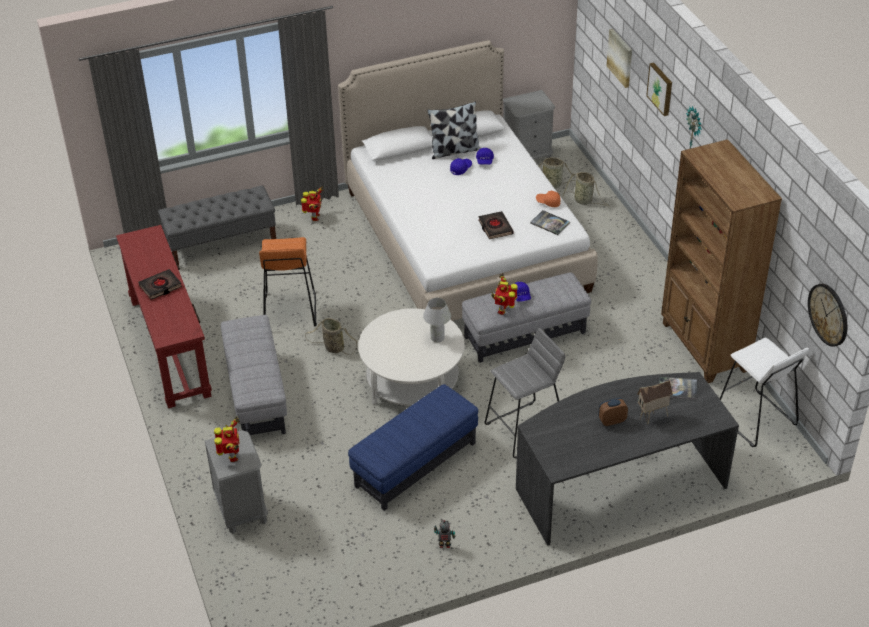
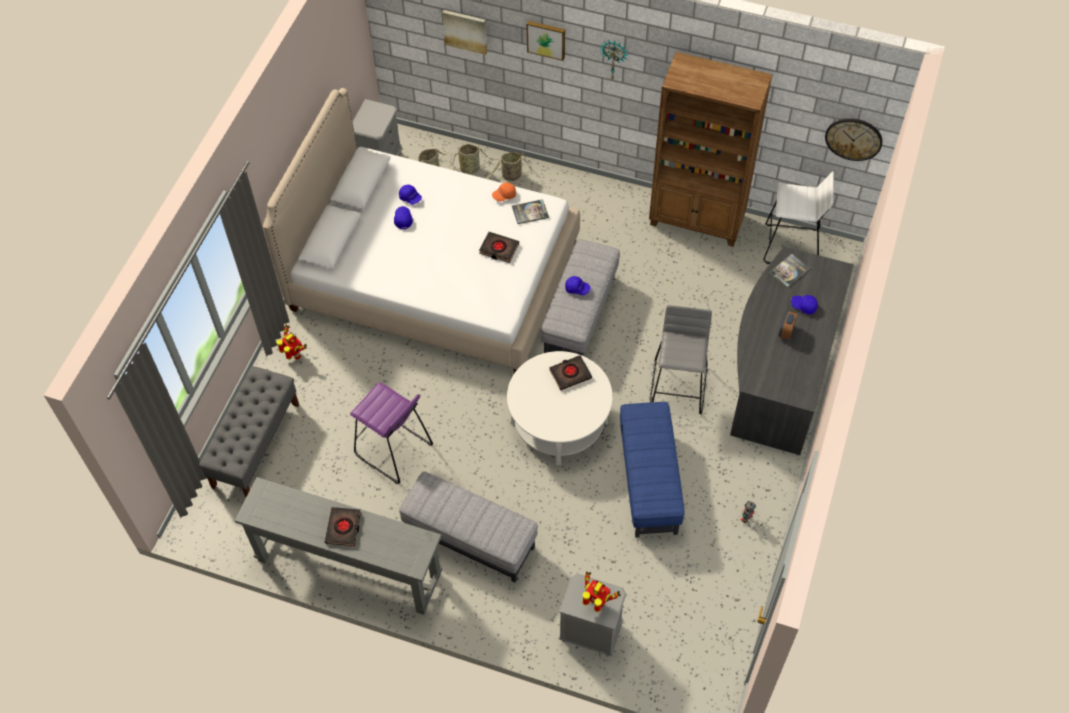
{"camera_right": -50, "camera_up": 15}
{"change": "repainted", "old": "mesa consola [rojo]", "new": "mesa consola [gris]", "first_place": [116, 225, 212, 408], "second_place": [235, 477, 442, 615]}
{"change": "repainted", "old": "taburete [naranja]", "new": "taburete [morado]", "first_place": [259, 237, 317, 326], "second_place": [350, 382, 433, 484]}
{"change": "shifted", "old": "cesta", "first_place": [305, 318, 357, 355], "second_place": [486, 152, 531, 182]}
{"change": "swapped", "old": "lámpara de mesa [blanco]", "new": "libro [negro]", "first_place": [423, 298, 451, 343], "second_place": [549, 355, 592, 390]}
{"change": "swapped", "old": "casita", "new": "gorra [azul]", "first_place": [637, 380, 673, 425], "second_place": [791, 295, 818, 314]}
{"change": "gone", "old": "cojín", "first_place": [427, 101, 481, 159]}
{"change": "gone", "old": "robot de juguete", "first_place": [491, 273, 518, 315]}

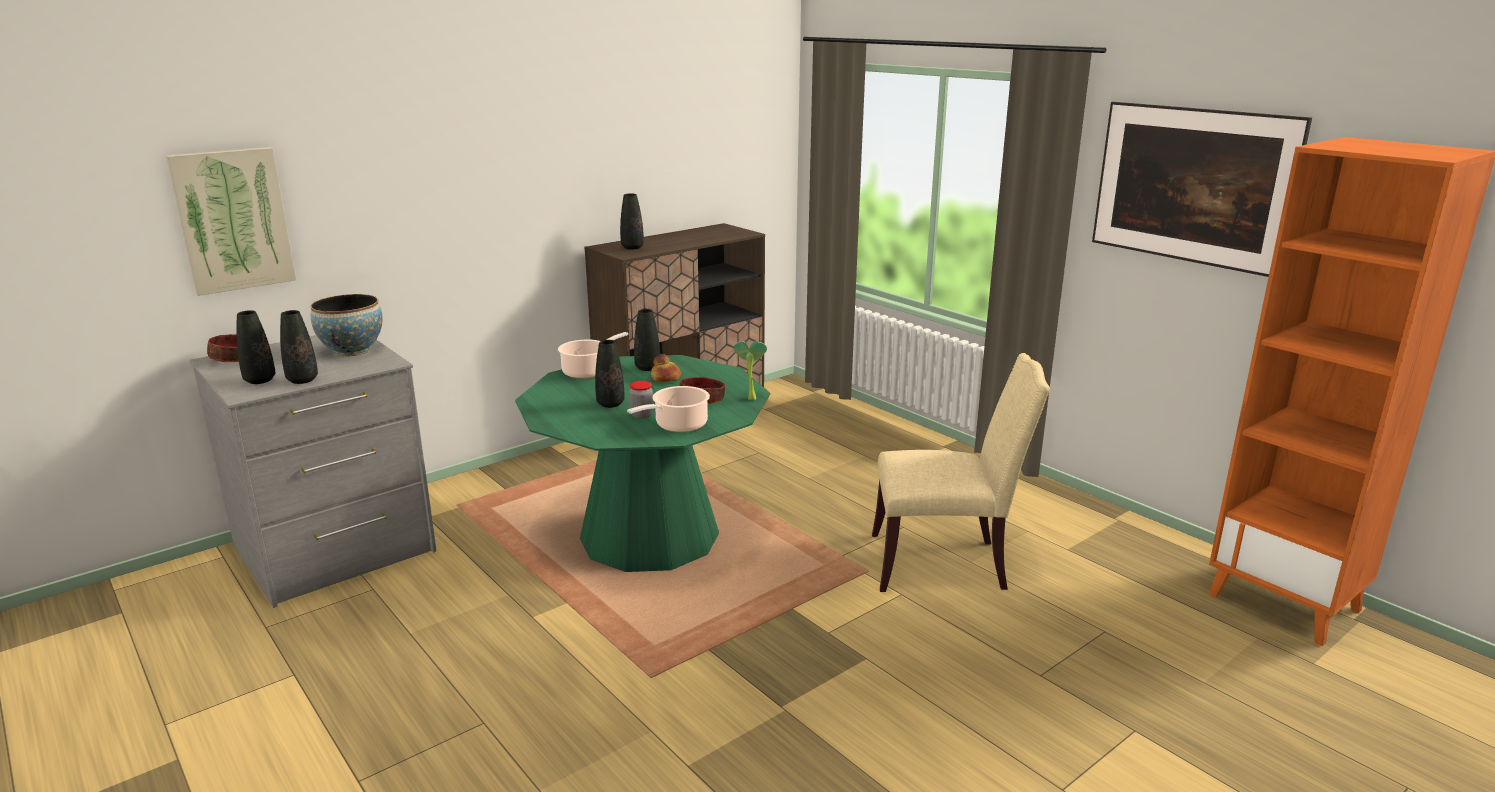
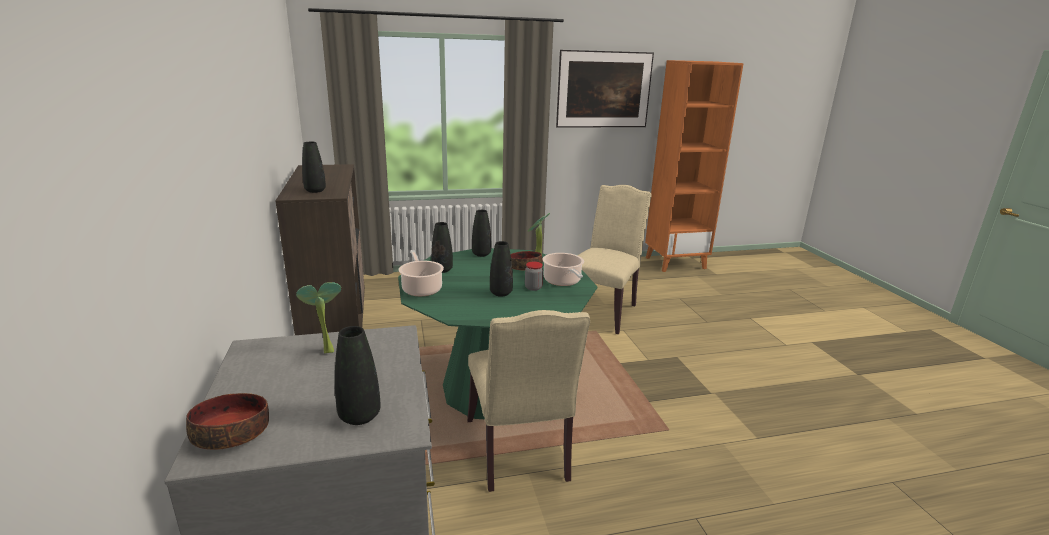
{"camera_right": -65, "camera_up": 0}
{"change": "swapped", "old": "cuenco", "new": "planta en maceta", "first_place": [310, 294, 382, 357], "second_place": [296, 283, 341, 354]}
{"change": "new", "new": "silla [beis]", "second_place": [467, 310, 590, 492]}
{"change": "shifted", "old": "florero [negro]", "first_place": [280, 310, 318, 384], "second_place": [472, 210, 491, 257]}
{"change": "gone", "old": "cuadro", "first_place": [166, 147, 296, 296]}
{"change": "gone", "old": "pan", "first_place": [651, 354, 681, 382]}

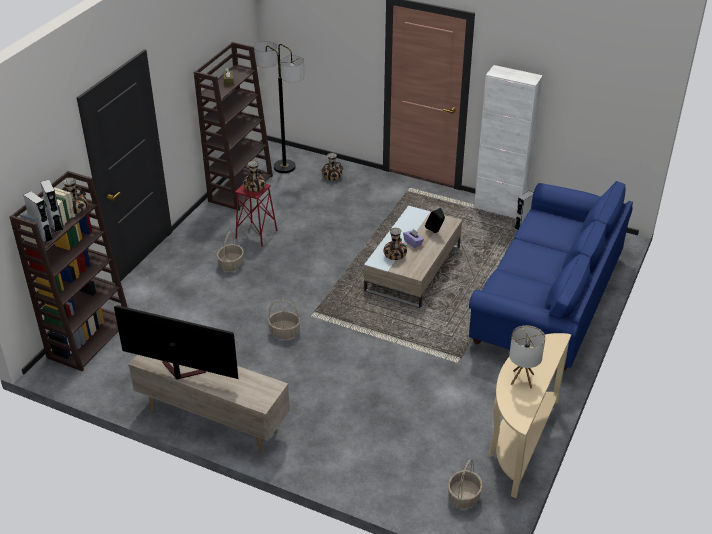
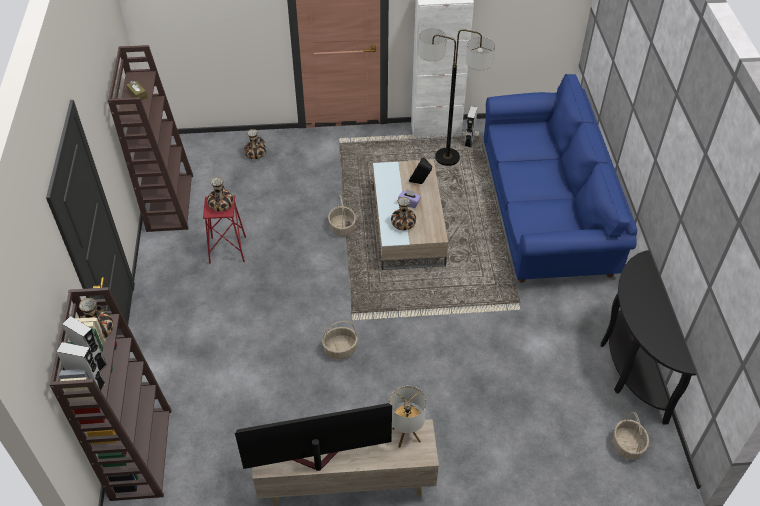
{"camera_right": -30, "camera_up": 10}
{"change": "shifted", "old": "cesta", "first_place": [217, 231, 244, 271], "second_place": [328, 195, 356, 237]}
{"change": "shifted", "old": "lámpara de mesa", "first_place": [509, 325, 545, 389], "second_place": [390, 386, 426, 448]}
{"change": "shifted", "old": "lámpara de pie", "first_place": [254, 41, 305, 173], "second_place": [418, 28, 495, 166]}
{"change": "repainted", "old": "mesa consola [beis]", "new": "mesa consola [negro]", "first_place": [489, 333, 571, 498], "second_place": [601, 250, 697, 425]}

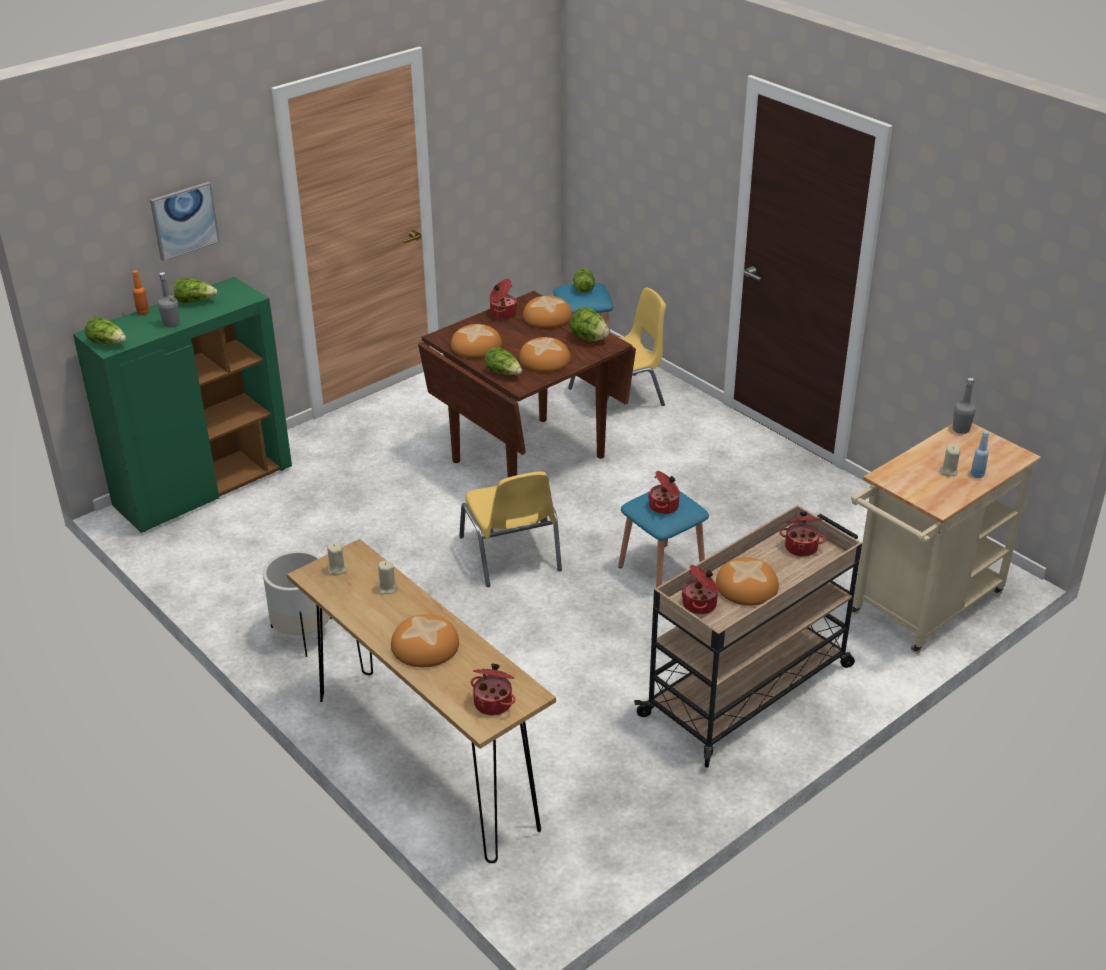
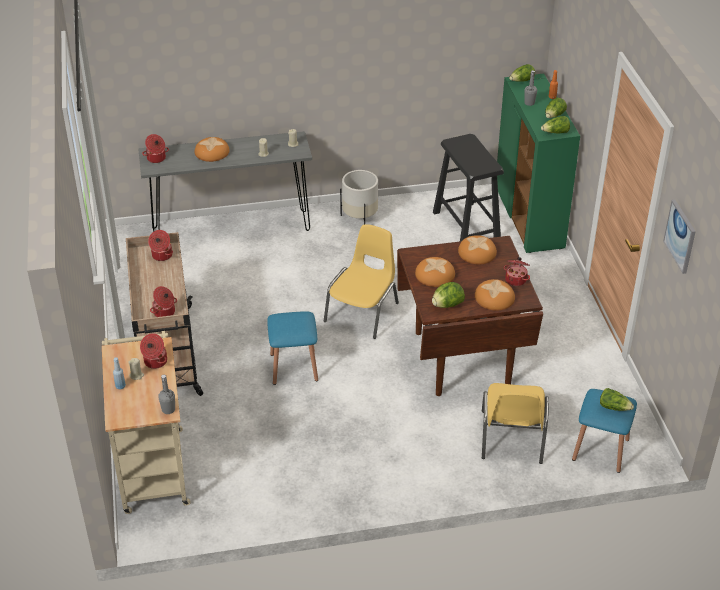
{"camera_right": 120, "camera_up": 5}
{"change": "repainted", "old": "mesa consola [marrón]", "new": "mesa consola [gris]", "first_place": [287, 539, 556, 863], "second_place": [138, 131, 312, 232]}
{"change": "shifted", "old": "olla", "first_place": [648, 471, 680, 514], "second_place": [140, 333, 167, 369]}
{"change": "rotated", "old": "silla [amarillo]", "first_place": [459, 472, 562, 587], "second_place": [324, 224, 399, 339], "degrees": 105}
{"change": "new", "new": "taburete [negro]", "second_place": [433, 134, 504, 241]}
{"change": "shifted", "old": "lechuga", "first_place": [485, 347, 522, 375], "second_place": [541, 116, 570, 133]}
{"change": "shifted", "old": "cuadro", "first_place": [150, 182, 220, 261], "second_place": [663, 200, 696, 274]}
{"change": "gone", "old": "pan", "first_place": [716, 558, 779, 606]}

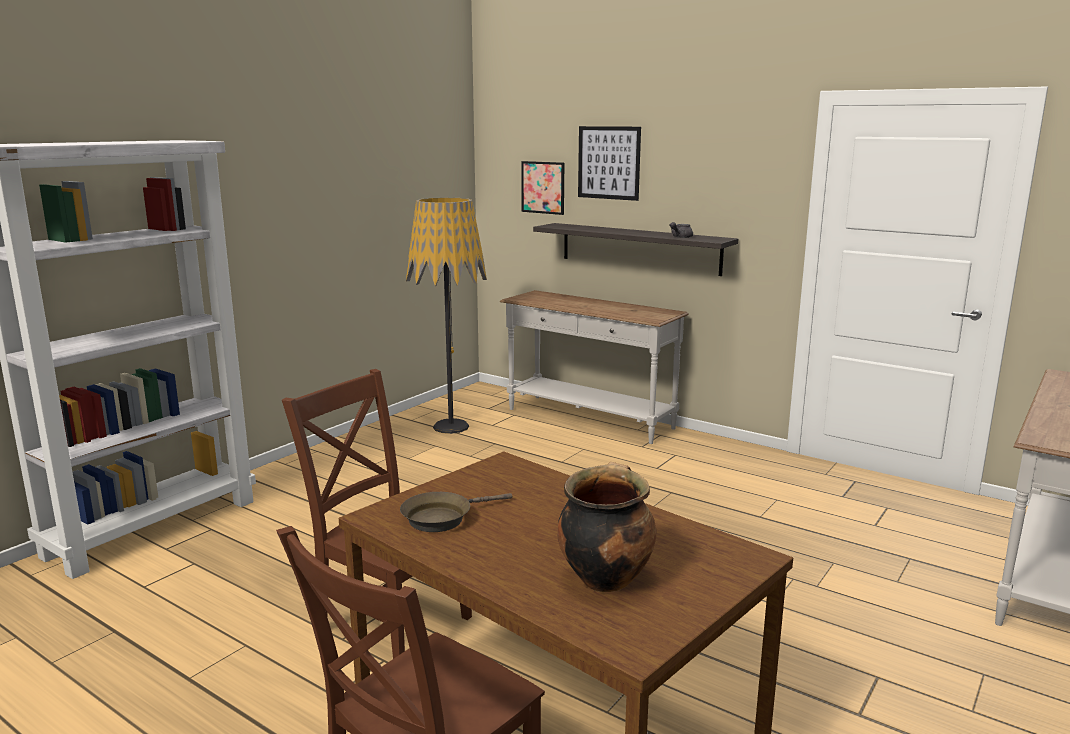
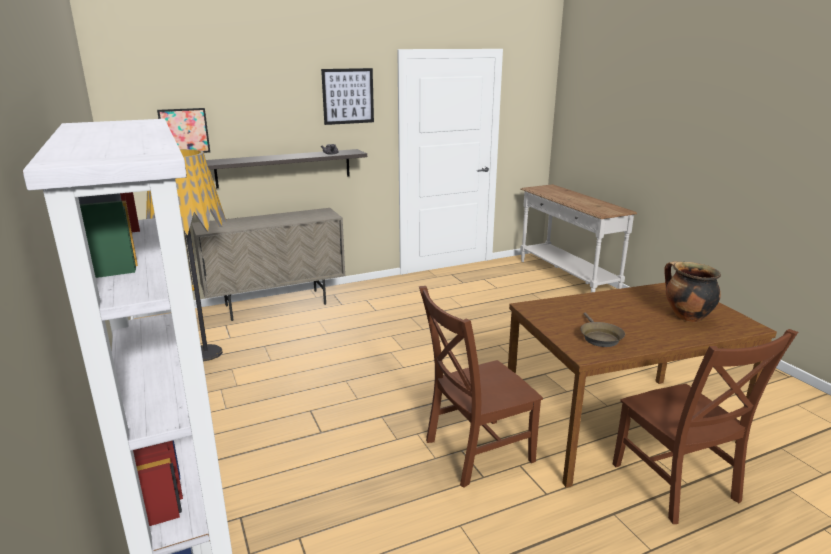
{"camera_right": -60, "camera_up": 5}
{"change": "swapped", "old": "mesa consola [blanco]", "new": "armario [beis]", "first_place": [500, 290, 689, 444], "second_place": [192, 208, 345, 321]}
{"change": "shifted", "old": "cuadro", "first_place": [578, 126, 641, 201], "second_place": [321, 68, 374, 125]}

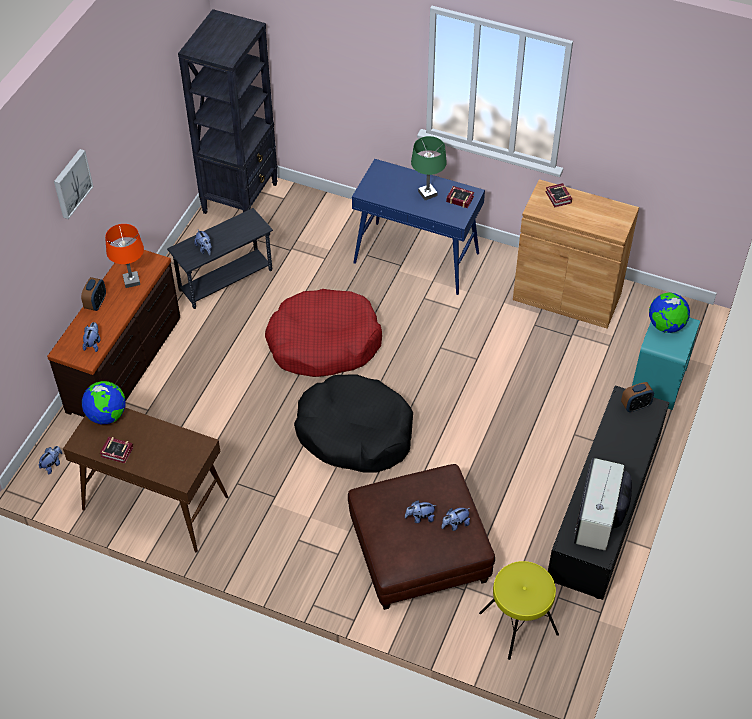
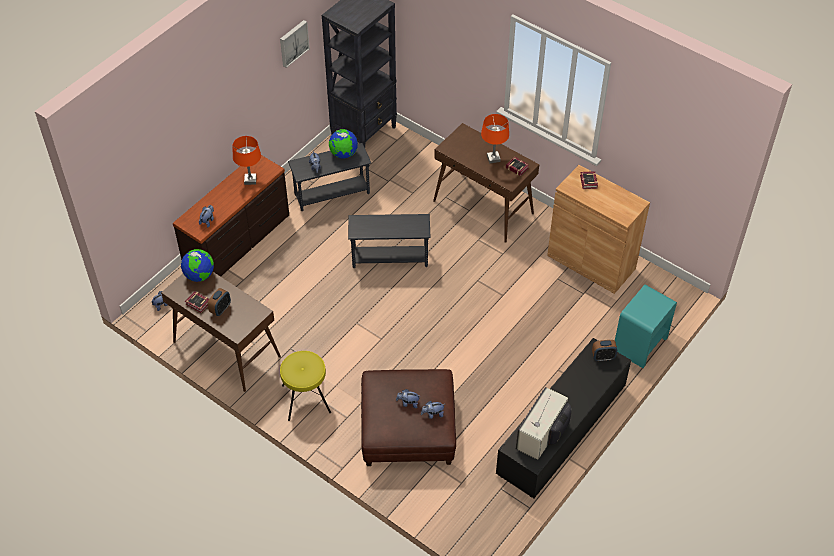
{"camera_right": 15, "camera_up": 0}
{"change": "shifted", "old": "despertador", "first_place": [81, 277, 106, 311], "second_place": [208, 288, 231, 316]}
{"change": "shifted", "old": "cuadro", "first_place": [54, 149, 94, 219], "second_place": [280, 20, 310, 68]}
{"change": "shifted", "old": "taburete [amarillo]", "first_place": [479, 561, 559, 660], "second_place": [280, 351, 331, 421]}
{"change": "shifted", "old": "globo terráqueo", "first_place": [649, 292, 690, 333], "second_place": [329, 129, 358, 158]}
{"change": "swapped", "old": "cama para perro [rojo]", "new": "mesa auxiliar [gris]", "first_place": [265, 289, 382, 377], "second_place": [348, 214, 430, 268]}
{"change": "repainted", "old": "mesa consola [azul]", "new": "mesa consola [marrón]", "first_place": [352, 159, 485, 295], "second_place": [433, 123, 539, 243]}
{"change": "repainted", "old": "lámpara de mesa [verde]", "new": "lámpara de mesa [naranja]", "first_place": [411, 136, 447, 200], "second_place": [481, 114, 509, 163]}
{"change": "gone", "old": "cama para perro [negro]", "first_place": [294, 374, 413, 472]}

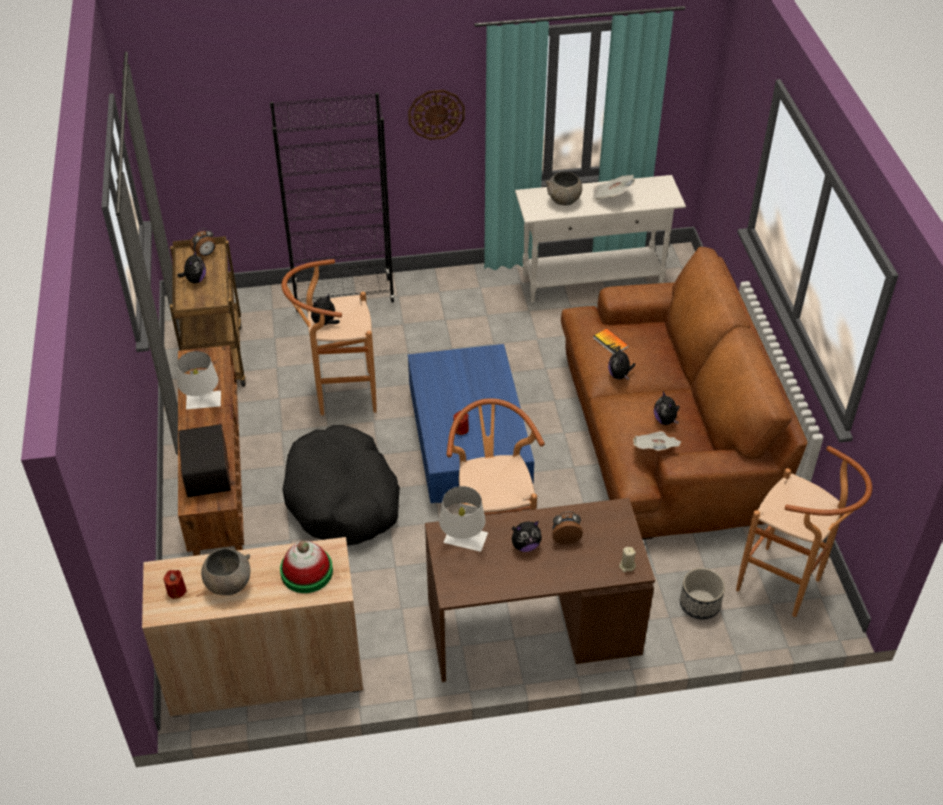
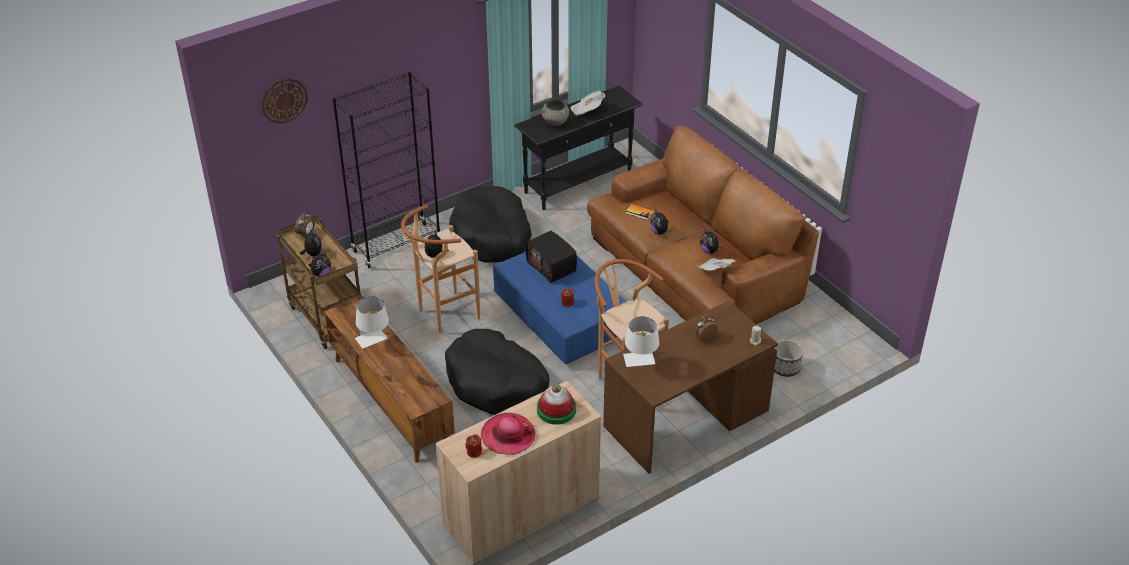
{"camera_right": -25, "camera_up": -5}
{"change": "shifted", "old": "reloj de pared", "first_place": [408, 90, 465, 140], "second_place": [261, 78, 308, 124]}
{"change": "shifted", "old": "peluche", "first_place": [512, 521, 542, 552], "second_place": [308, 251, 331, 277]}
{"change": "new", "new": "cama para perro [negro]", "second_place": [449, 186, 532, 263]}
{"change": "swapped", "old": "cuenco [gris]", "new": "sombrero", "first_place": [201, 547, 250, 595], "second_place": [481, 413, 535, 455]}
{"change": "repainted", "old": "mesa consola [blanco]", "new": "mesa consola [negro]", "first_place": [515, 175, 686, 303], "second_place": [514, 86, 643, 210]}
{"change": "shifted", "old": "radio", "first_place": [179, 424, 231, 497], "second_place": [525, 231, 577, 283]}
{"change": "gone", "old": "taburete [marrón]", "first_place": [736, 446, 872, 617]}

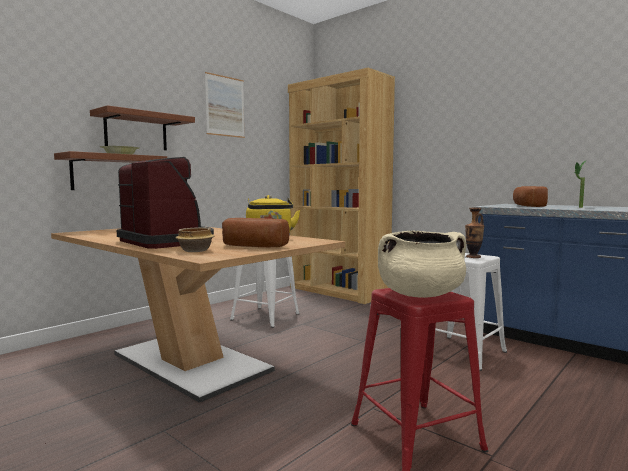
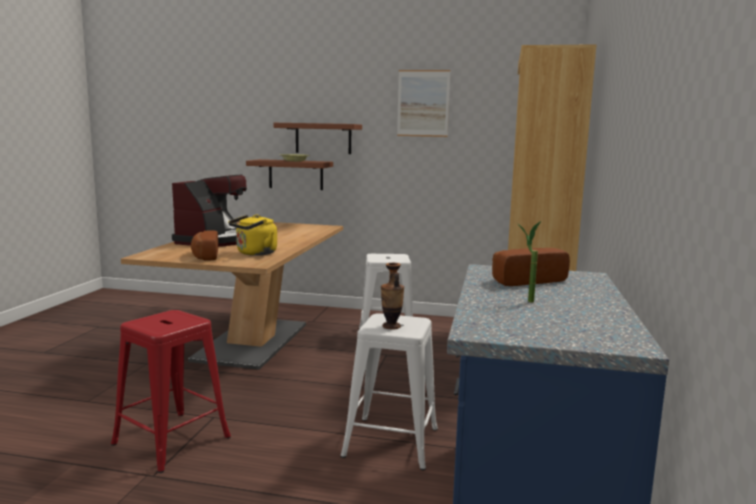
{"camera_right": 60, "camera_up": 5}
{"change": "gone", "old": "cuenco", "first_place": [176, 227, 214, 252]}
{"change": "gone", "old": "olla [beis]", "first_place": [378, 230, 466, 298]}

